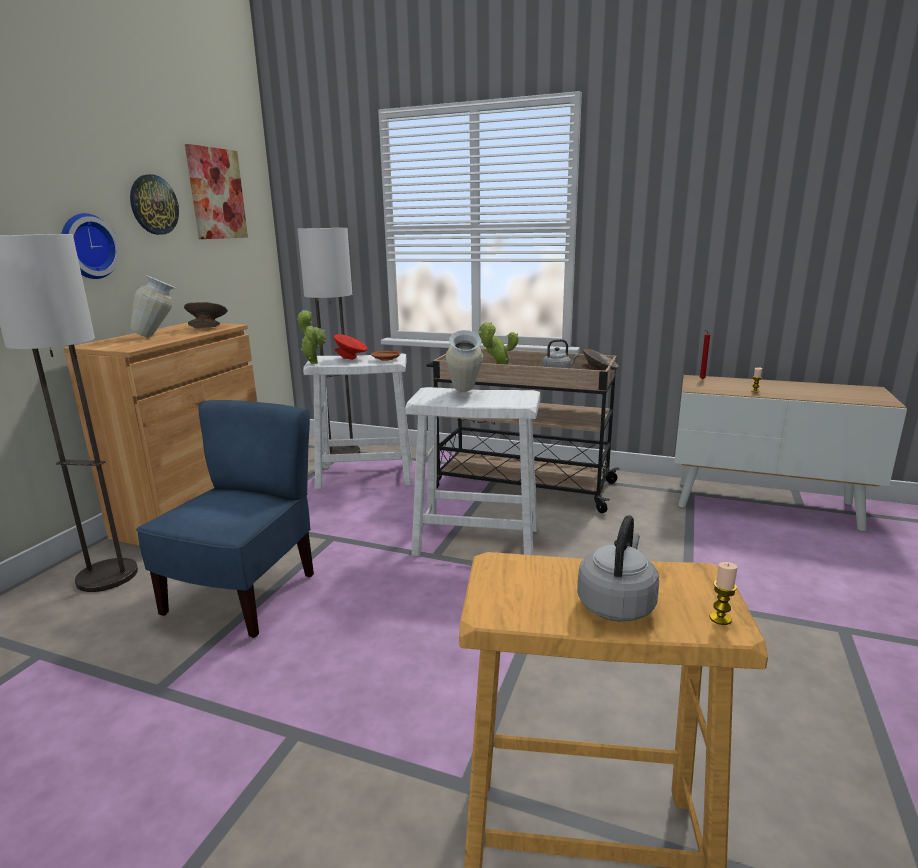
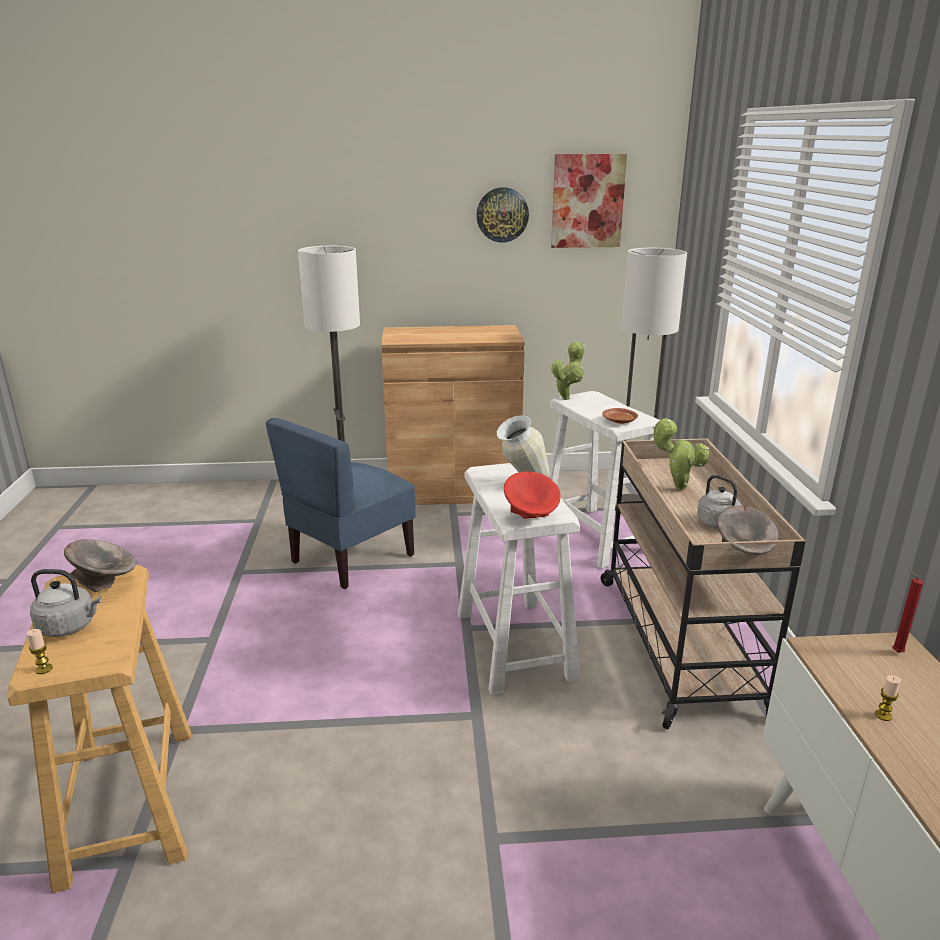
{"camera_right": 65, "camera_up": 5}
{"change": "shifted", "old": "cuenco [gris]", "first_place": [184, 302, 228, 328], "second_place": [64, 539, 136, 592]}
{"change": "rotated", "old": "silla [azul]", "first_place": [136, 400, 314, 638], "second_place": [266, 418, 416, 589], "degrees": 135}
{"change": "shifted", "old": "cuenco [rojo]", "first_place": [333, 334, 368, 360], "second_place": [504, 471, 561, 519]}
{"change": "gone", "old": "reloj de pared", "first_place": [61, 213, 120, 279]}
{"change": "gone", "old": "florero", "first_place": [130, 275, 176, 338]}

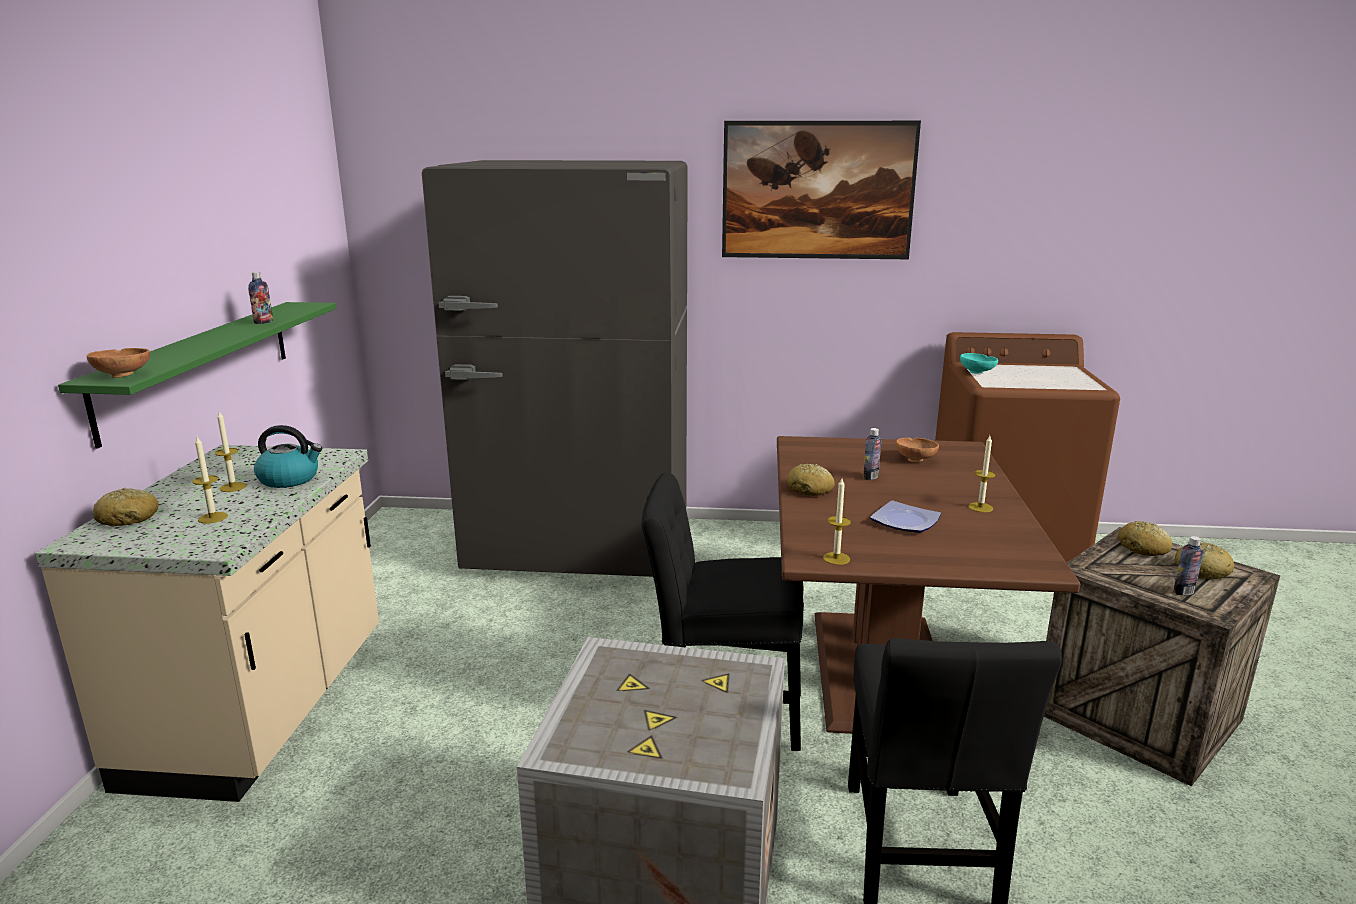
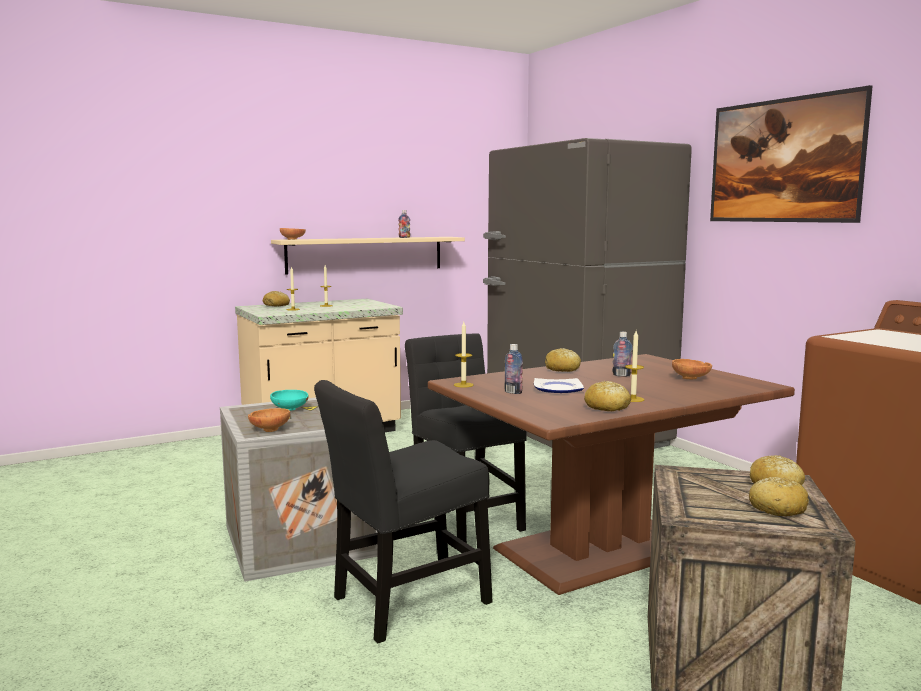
{"camera_right": 55, "camera_up": -10}
{"change": "new", "new": "cuenco [marrón]", "second_place": [248, 408, 290, 432]}
{"change": "shifted", "old": "cuenco [turquesa]", "first_place": [960, 353, 998, 373], "second_place": [270, 390, 309, 411]}
{"change": "repainted", "old": "estante [verde]", "new": "estante [beis]", "first_place": [58, 302, 336, 448], "second_place": [271, 237, 465, 275]}
{"change": "shifted", "old": "botella", "first_place": [1173, 536, 1204, 596], "second_place": [505, 344, 523, 394]}
{"change": "new", "new": "pan", "second_place": [584, 381, 631, 411]}
{"change": "gone", "old": "hervidor", "first_place": [254, 425, 322, 488]}

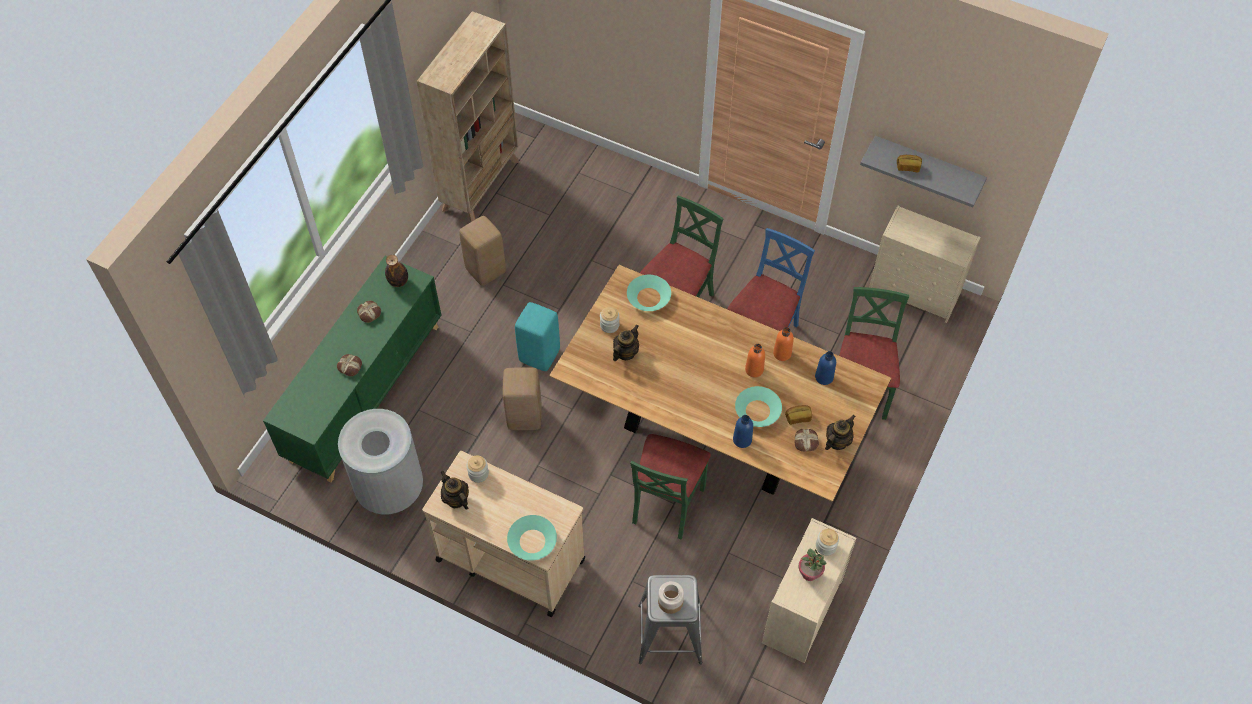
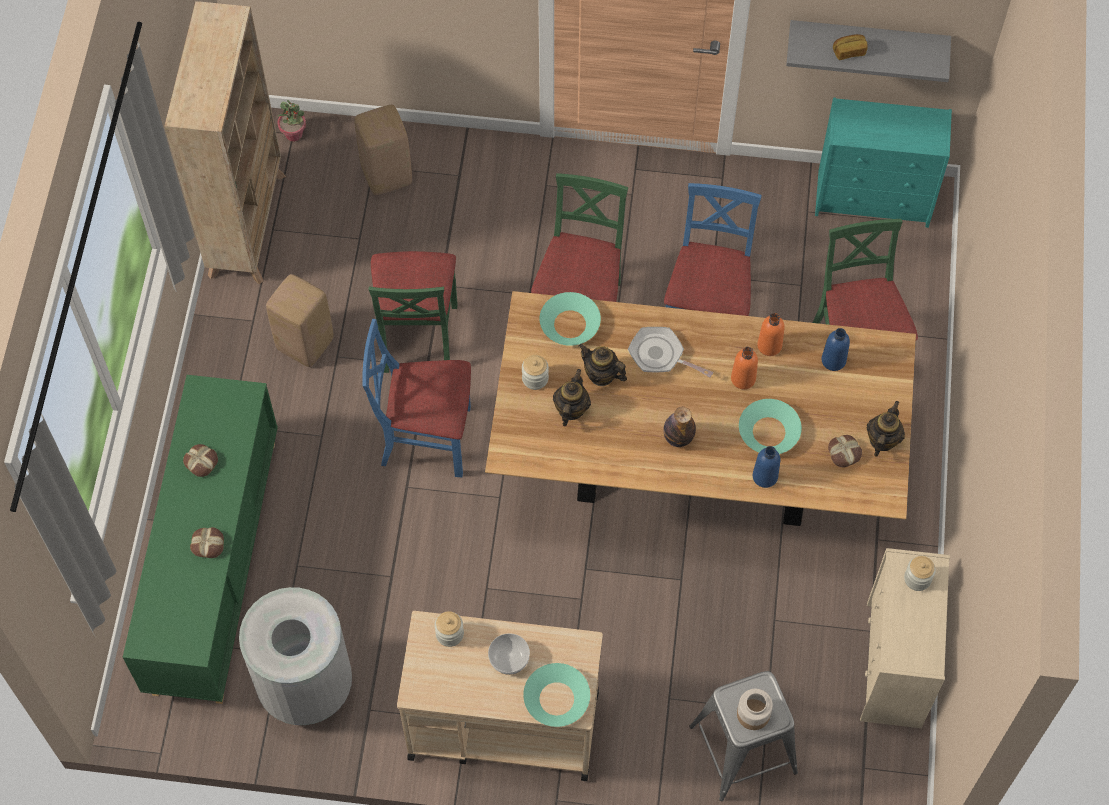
{"camera_right": -20, "camera_up": 5}
{"change": "shifted", "old": "planta en maceta", "first_place": [798, 549, 827, 581], "second_place": [277, 100, 306, 142]}
{"change": "shifted", "old": "taburete [beis]", "first_place": [503, 367, 542, 430], "second_place": [355, 105, 412, 195]}
{"change": "swapped", "old": "taburete [turquesa]", "new": "silla [azul]", "first_place": [515, 302, 560, 371], "second_place": [362, 319, 471, 477]}
{"change": "shifted", "old": "silla [verde]", "first_place": [630, 434, 711, 540], "second_place": [369, 251, 457, 373]}
{"change": "new", "new": "cuenco", "second_place": [488, 633, 530, 675]}
{"change": "shifted", "old": "tetera", "first_place": [441, 471, 469, 510], "second_place": [579, 343, 627, 386]}
{"change": "new", "new": "sartén", "second_place": [628, 327, 713, 378]}
{"change": "shifted", "old": "botella", "first_place": [385, 255, 408, 287], "second_place": [663, 407, 696, 447]}
{"change": "repainted", "old": "cómoda [beis]", "new": "cómoda [turquesa]", "first_place": [869, 206, 981, 323], "second_place": [815, 97, 952, 228]}
{"change": "gone", "old": "pan", "first_place": [785, 405, 812, 425]}

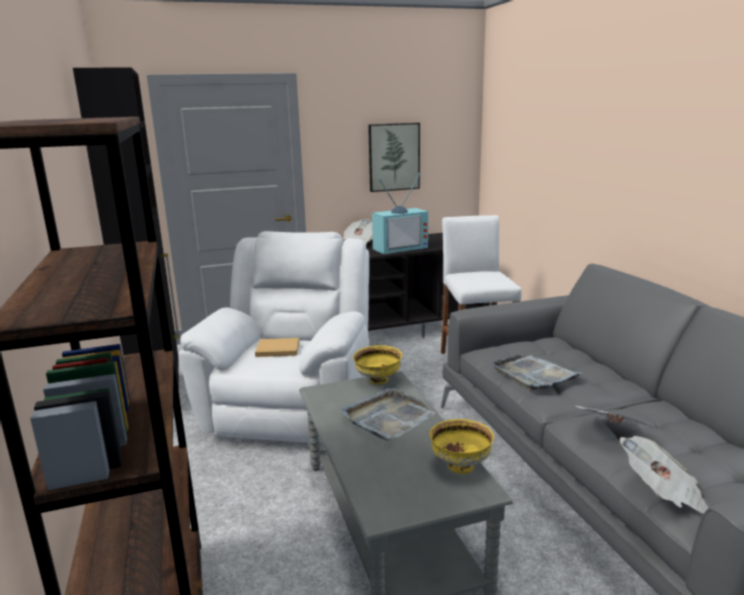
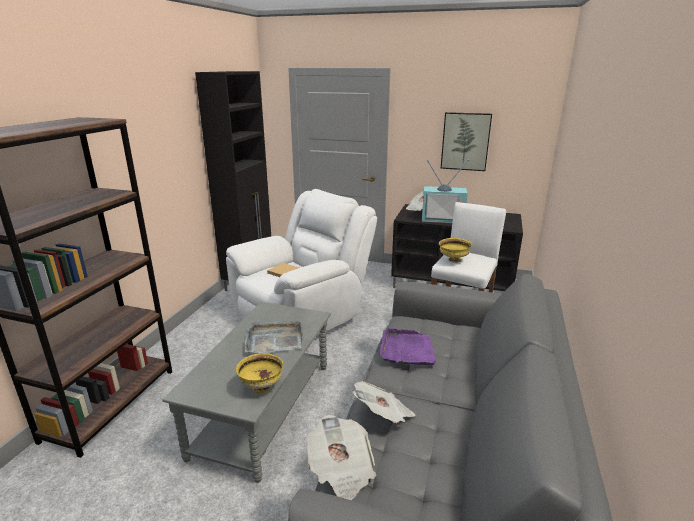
{"camera_right": 35, "camera_up": 5}
{"change": "repainted", "old": "bandeja [gris]", "new": "bandeja [morado]", "first_place": [491, 355, 582, 390], "second_place": [379, 328, 437, 365]}
{"change": "shifted", "old": "cuenco [amarillo]", "first_place": [353, 345, 402, 384], "second_place": [439, 238, 472, 263]}

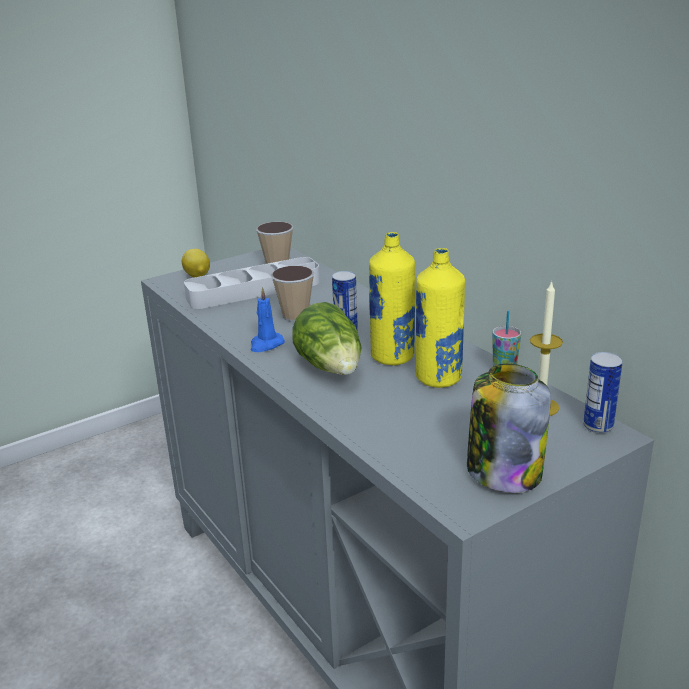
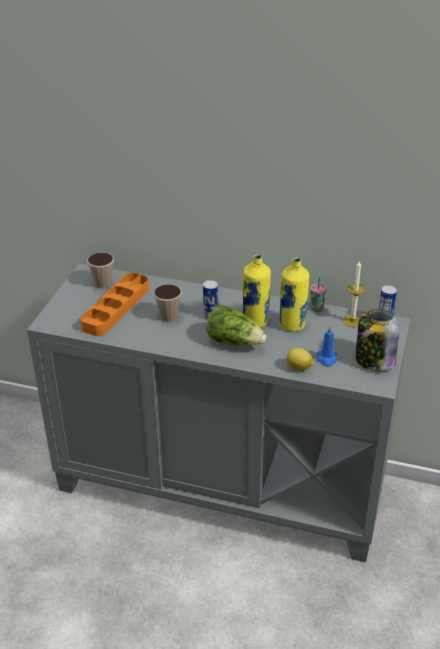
{"camera_right": -40, "camera_up": 10}
{"change": "repainted", "old": "bandeja [gris]", "new": "bandeja [naranja]", "first_place": [184, 257, 320, 309], "second_place": [80, 272, 149, 336]}
{"change": "shifted", "old": "limón", "first_place": [182, 249, 210, 278], "second_place": [286, 348, 314, 371]}
{"change": "shifted", "old": "vela [azul]", "first_place": [251, 287, 285, 352], "second_place": [316, 326, 337, 367]}

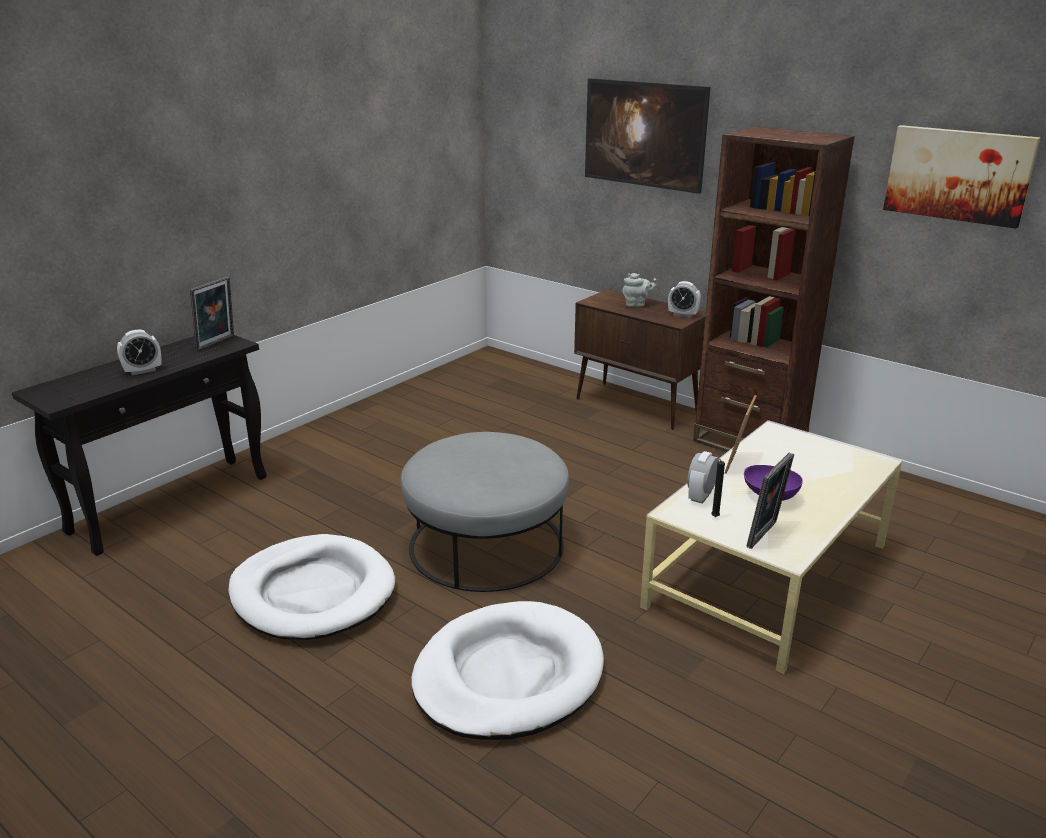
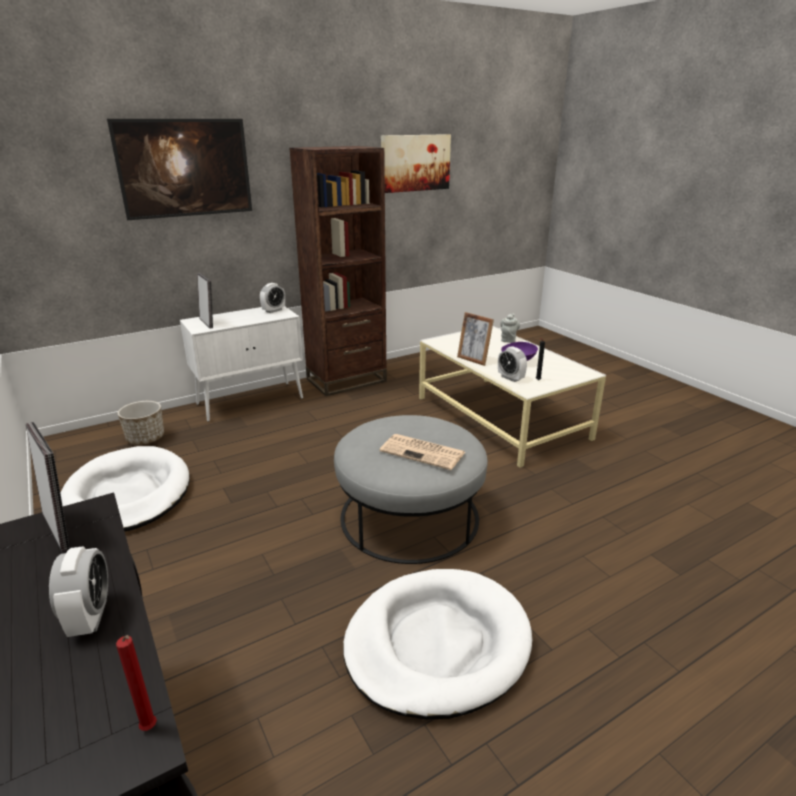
{"camera_right": -70, "camera_up": 0}
{"change": "shifted", "old": "cama para perro [blanco]", "first_place": [411, 601, 604, 740], "second_place": [60, 446, 190, 531]}
{"change": "new", "new": "vela [rojo]", "second_place": [116, 635, 157, 731]}
{"change": "new", "new": "maceta", "second_place": [118, 401, 164, 445]}
{"change": "repainted", "old": "armario [marrón]", "new": "armario [blanco]", "first_place": [574, 289, 706, 430], "second_place": [180, 306, 303, 422]}
{"change": "shifted", "old": "portarretratos", "first_place": [746, 453, 794, 549], "second_place": [197, 273, 213, 328]}
{"change": "new", "new": "periódico", "second_place": [379, 434, 465, 470]}
{"change": "shifted", "old": "tetera [gris]", "first_place": [623, 273, 658, 307], "second_place": [500, 314, 520, 343]}

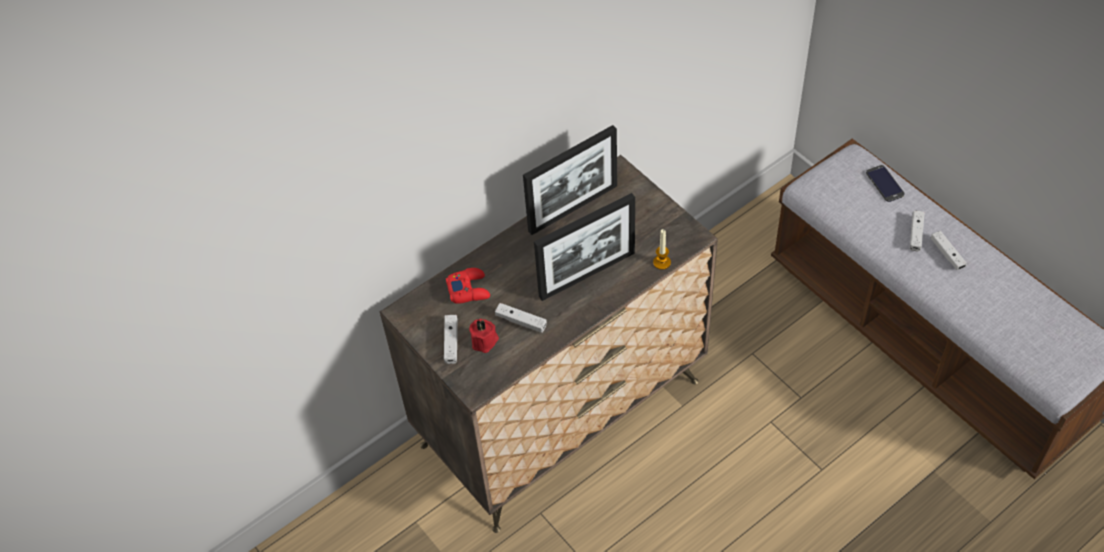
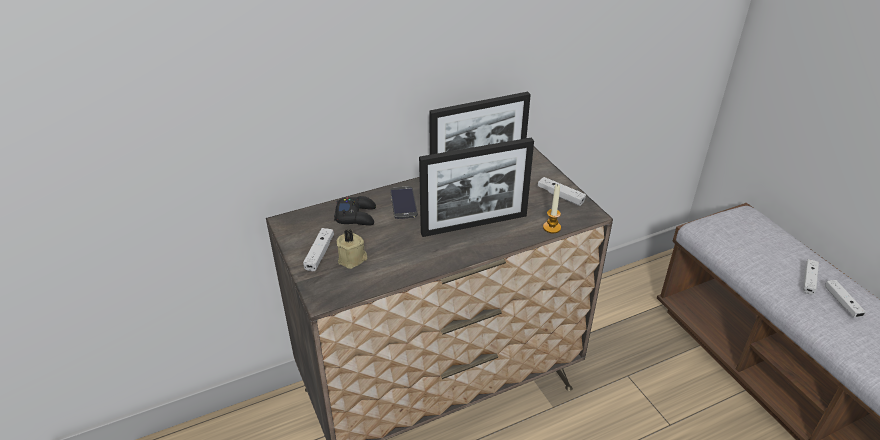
{"camera_right": 10, "camera_up": -15}
{"change": "repainted", "old": "mando de consola [rojo]", "new": "mando de consola [negro]", "first_place": [446, 268, 490, 304], "second_place": [334, 196, 376, 226]}
{"change": "repainted", "old": "vela [rojo]", "new": "vela [beis]", "first_place": [469, 319, 499, 353], "second_place": [337, 229, 368, 269]}
{"change": "shifted", "old": "móvil", "first_place": [866, 165, 904, 202], "second_place": [390, 186, 418, 219]}
{"change": "shifted", "old": "mando de consola [blanco]", "first_place": [495, 303, 547, 333], "second_place": [538, 177, 586, 206]}

